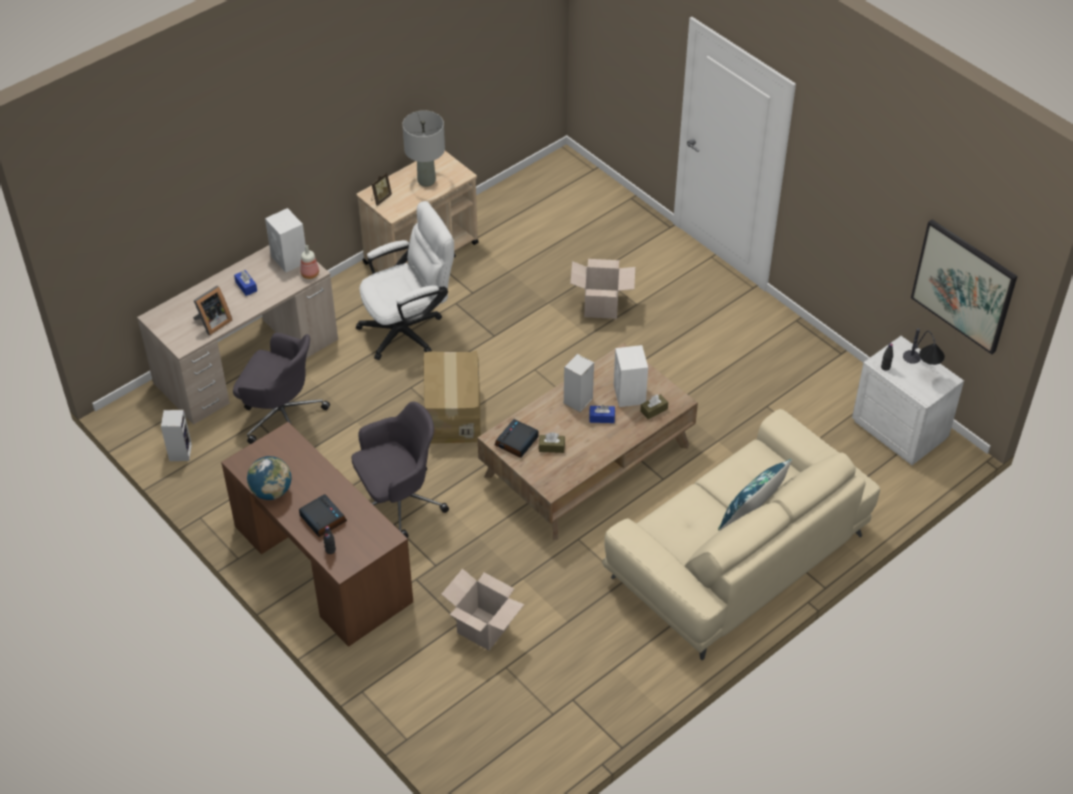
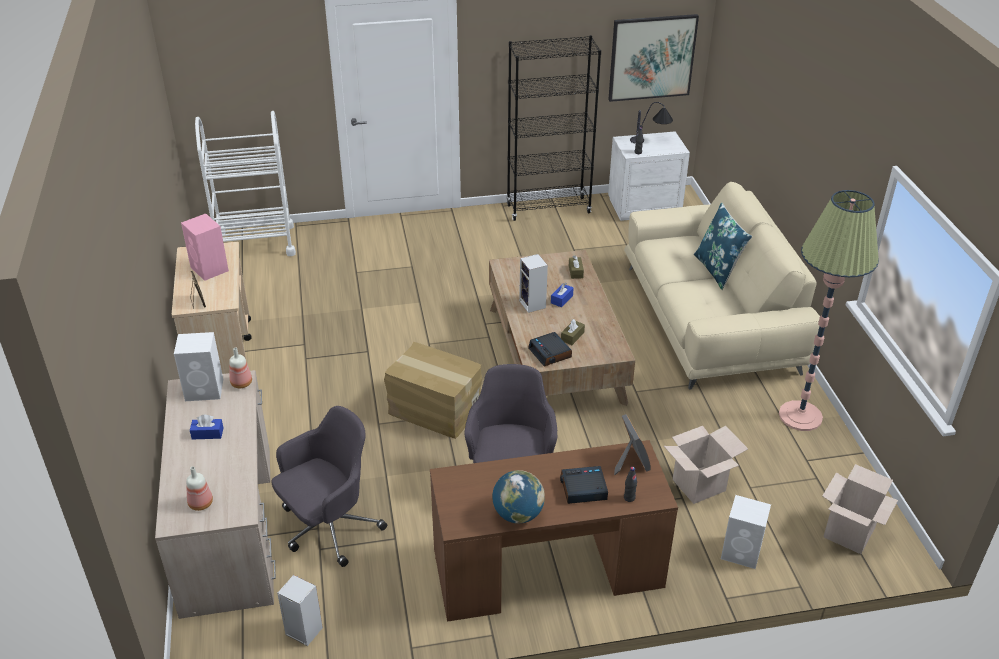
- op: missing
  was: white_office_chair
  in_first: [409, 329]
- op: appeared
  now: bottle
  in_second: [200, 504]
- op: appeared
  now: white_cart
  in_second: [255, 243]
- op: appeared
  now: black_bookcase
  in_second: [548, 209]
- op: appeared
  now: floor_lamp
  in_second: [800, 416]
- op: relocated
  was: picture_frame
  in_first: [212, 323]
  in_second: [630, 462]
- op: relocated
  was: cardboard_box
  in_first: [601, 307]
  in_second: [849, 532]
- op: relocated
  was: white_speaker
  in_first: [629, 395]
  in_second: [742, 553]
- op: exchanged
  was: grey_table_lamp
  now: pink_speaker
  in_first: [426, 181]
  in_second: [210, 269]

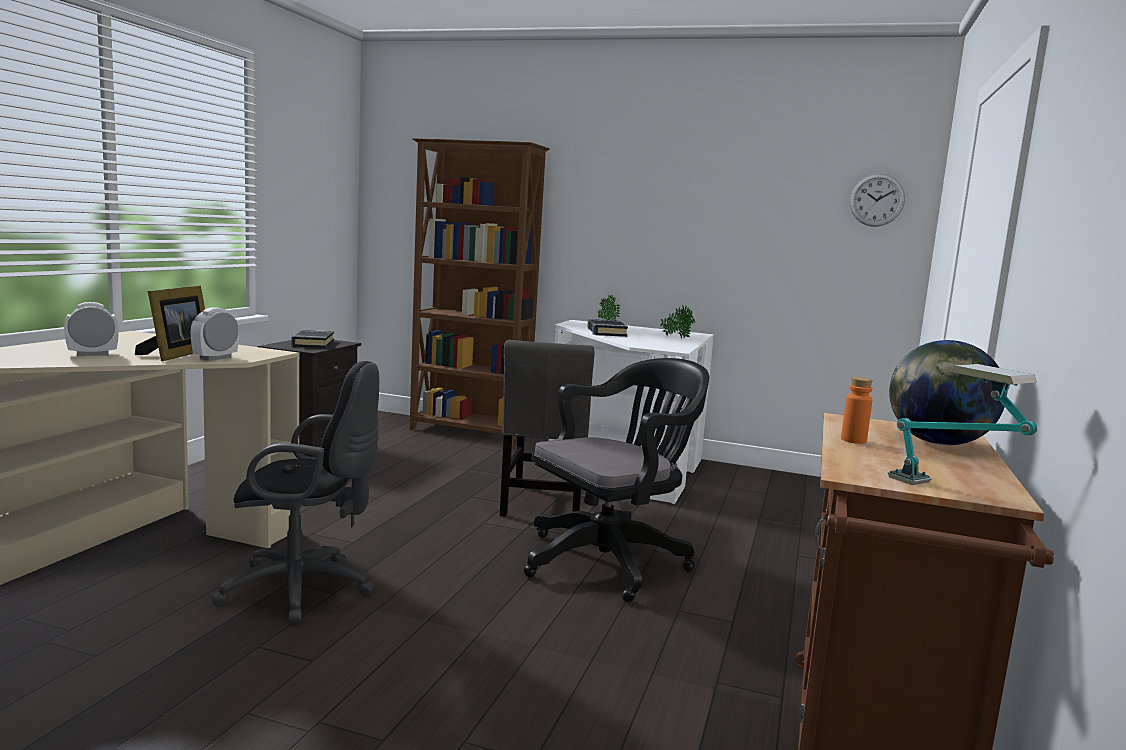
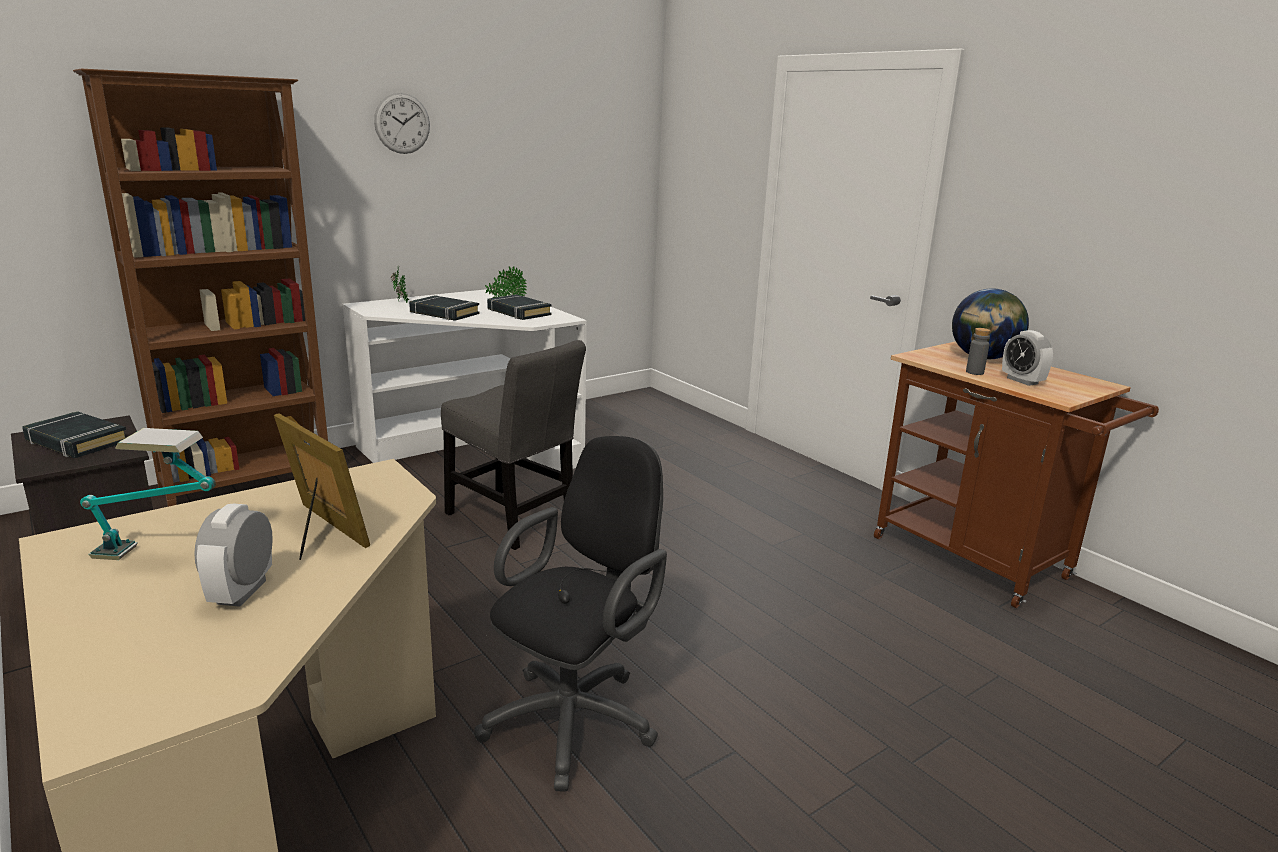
- op: missing
  was: black_office_chair
  in_first: [611, 560]
- op: appeared
  now: black_book
  in_second: [518, 312]
- op: relocated
  was: alarm_clock
  in_first: [215, 358]
  in_second: [1022, 381]
- op: relocated
  was: wall_clock
  in_first: [876, 200]
  in_second: [402, 123]
- op: relocated
  was: table_lamp
  in_first: [951, 494]
  in_second: [160, 555]
- op: colour
  was: orange_bottle
  now: grey_bottle
  in_first: [853, 440]
  in_second: [974, 372]

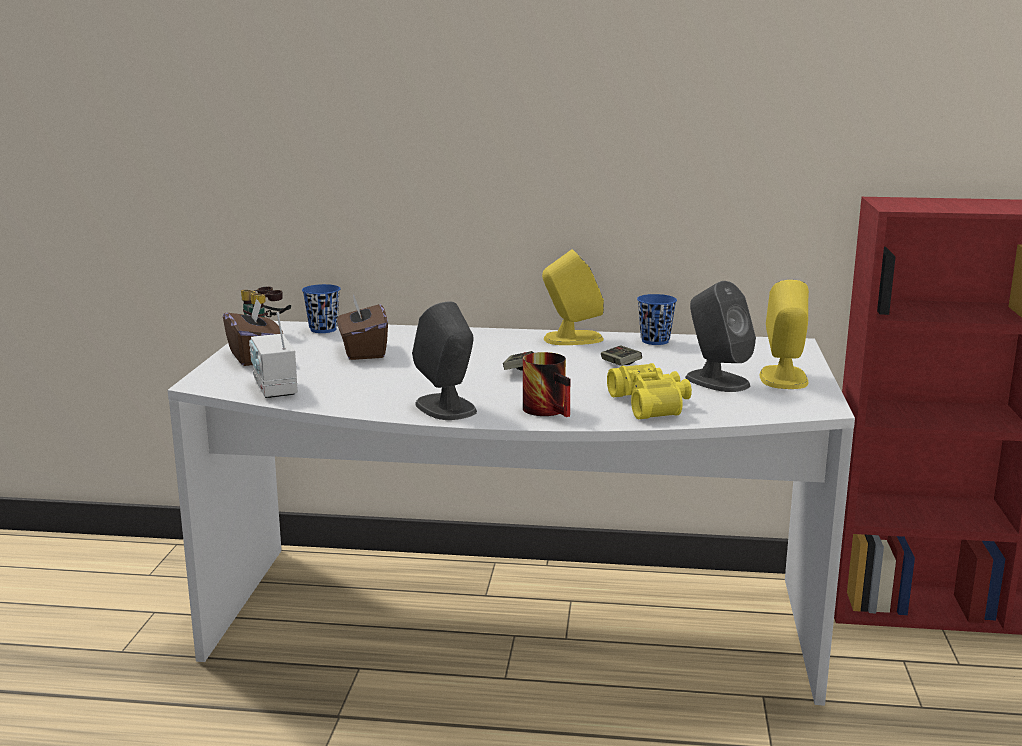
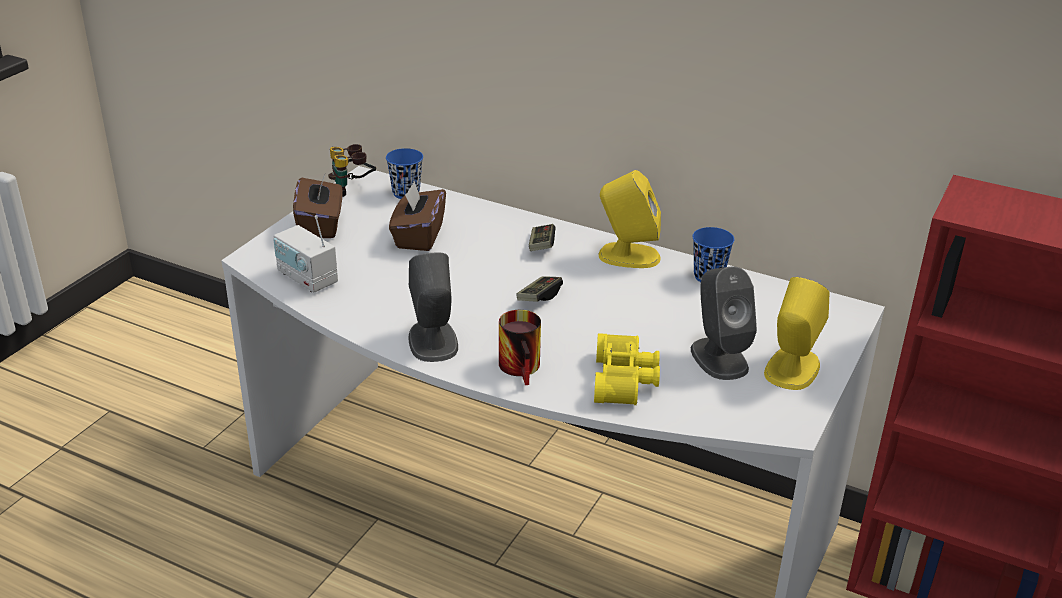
- op: relocated
  was: game_controller
  in_first: [620, 365]
  in_second: [541, 245]
- op: spun
  was: radio
  in_first: [274, 388]
  in_second: [307, 278]
  clockwise: -45

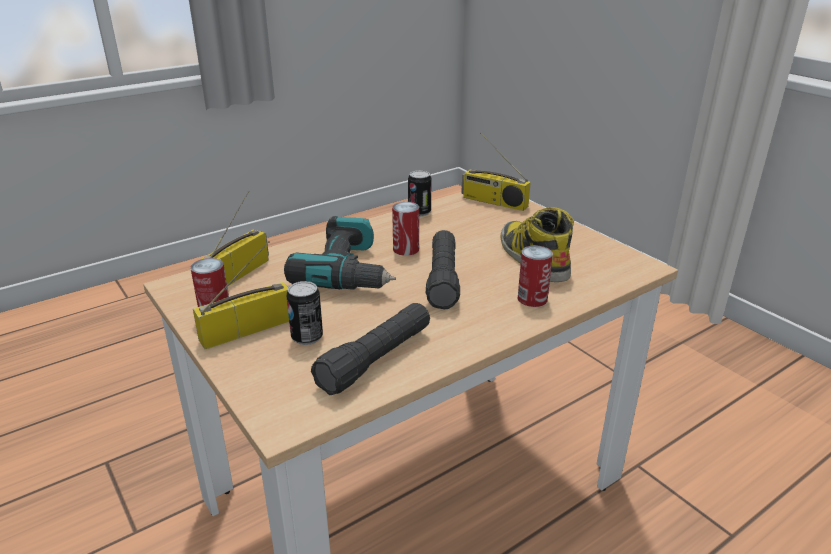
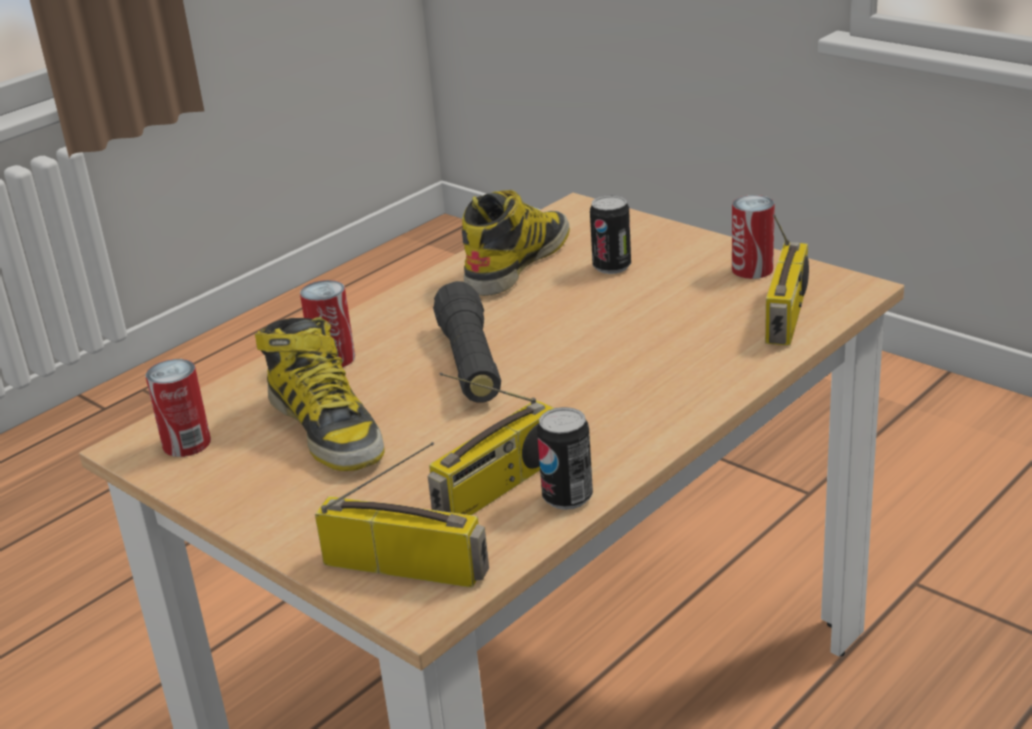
- op: missing
  was: power_drill
  in_first: [349, 271]
- op: relocated
  was: radio
  in_first: [249, 328]
  in_second: [498, 488]
- op: relocated
  was: can
  in_first: [406, 249]
  in_second: [186, 443]
- op: exchanged
  was: black_flashlight
  now: boot
  in_first: [376, 359]
  in_second: [517, 262]

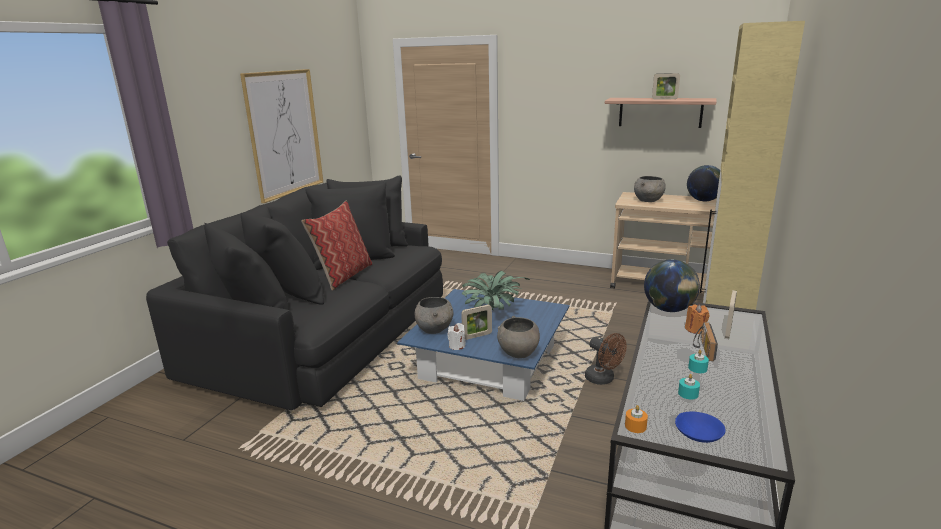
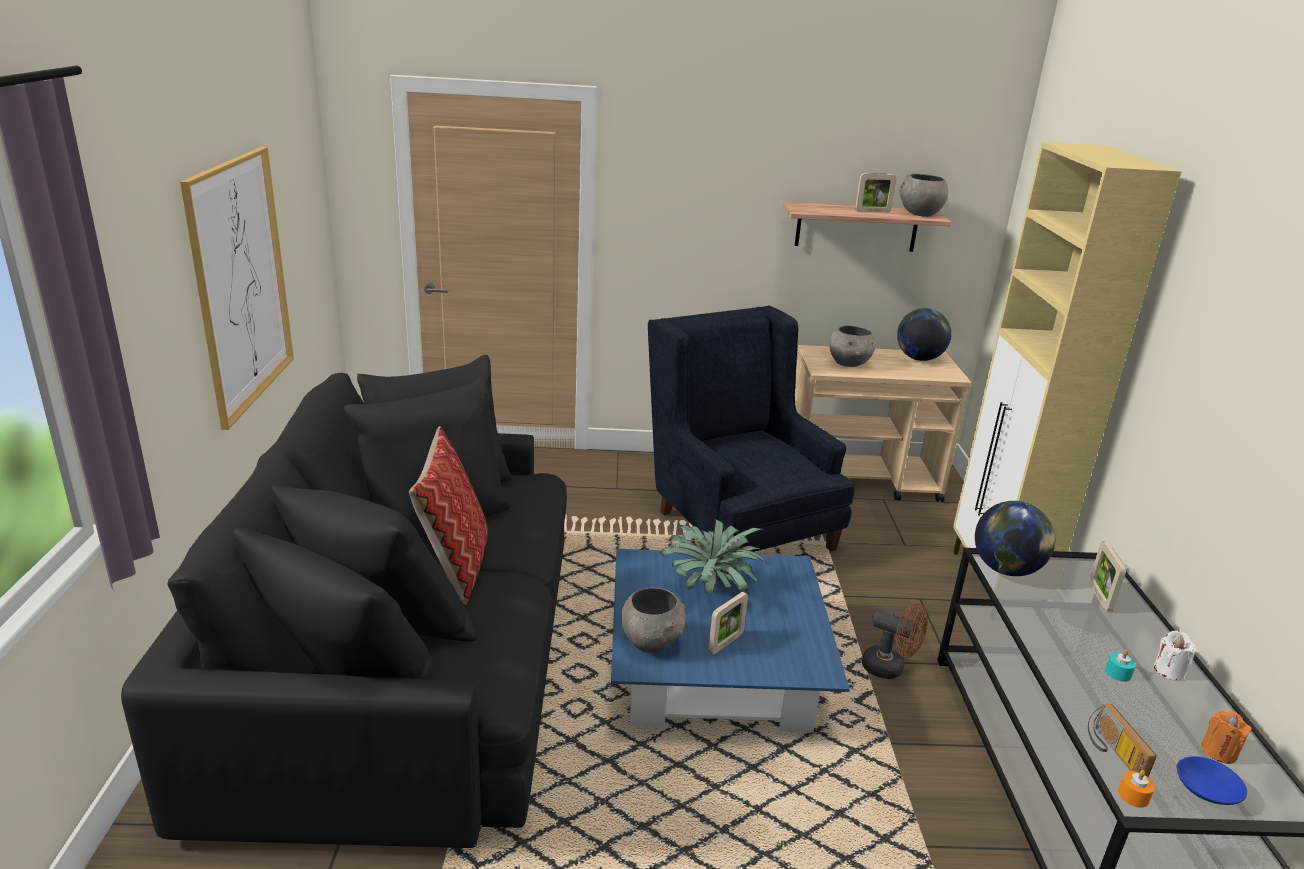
- op: missing
  was: turquoise_candle
  in_first: [688, 393]
- op: appeared
  now: blue_armchair
  in_second: [737, 523]
- op: relocated
  was: white_candle
  in_first: [457, 346]
  in_second: [1169, 670]
- op: relocated
  was: grey_bowl
  in_first: [518, 353]
  in_second: [919, 214]
- op: relocated
  was: orange_candle
  in_first: [695, 329]
  in_second: [1218, 751]
- op: relocated
  was: radio
  in_first: [702, 348]
  in_second: [1112, 752]

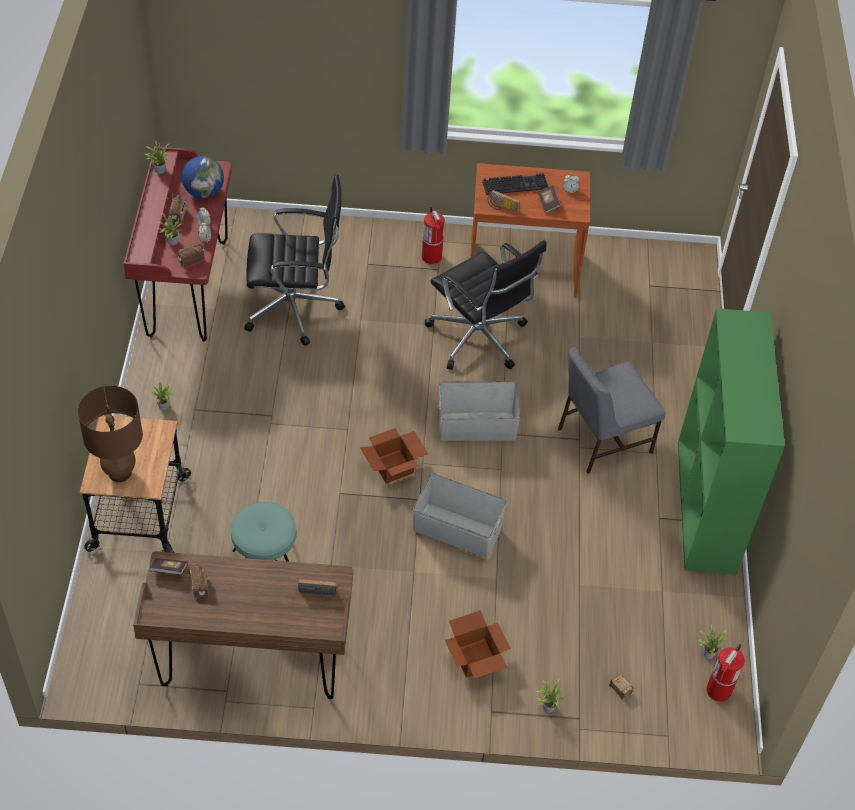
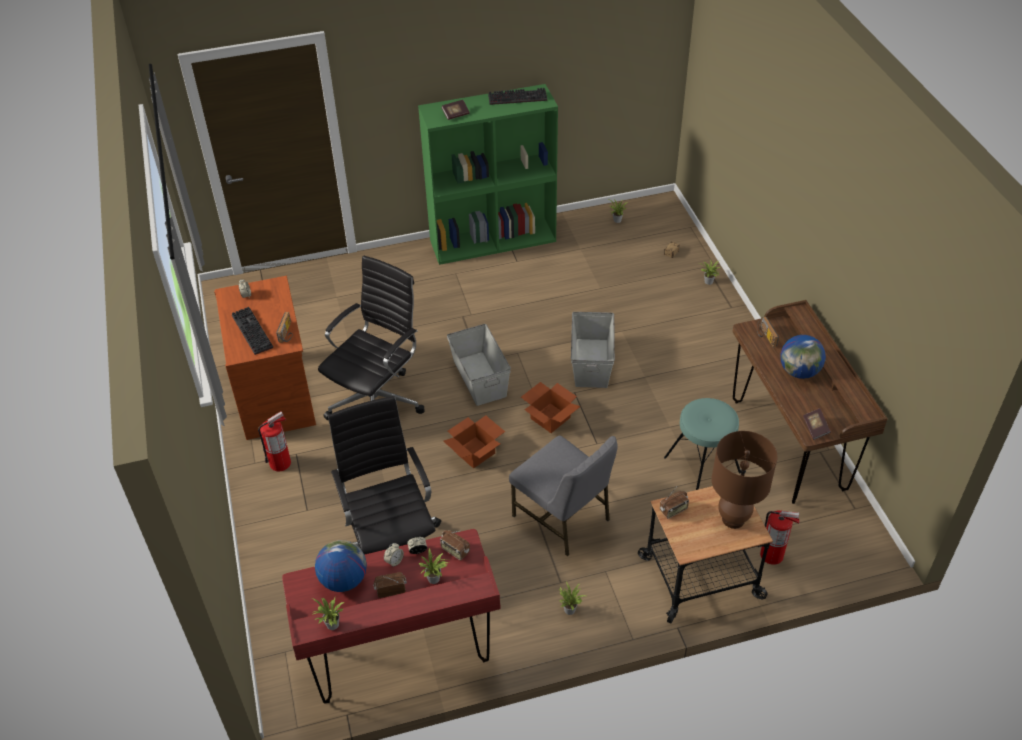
- op: appeared
  now: keyboard
  in_second: [518, 97]
- op: appeared
  now: globe
  in_second: [799, 371]
- op: relocated
  was: radio
  in_first: [199, 586]
  in_second: [673, 510]
- op: relocated
  was: cardboard_box
  in_first: [475, 659]
  in_second: [476, 452]
- op: relocated
  was: book
  in_first: [548, 203]
  in_second: [455, 114]
- op: relocated
  was: grey_chair
  in_first: [602, 439]
  in_second: [562, 518]
- op: relocated
  was: fire_extinguisher
  in_first: [718, 691]
  in_second: [772, 555]

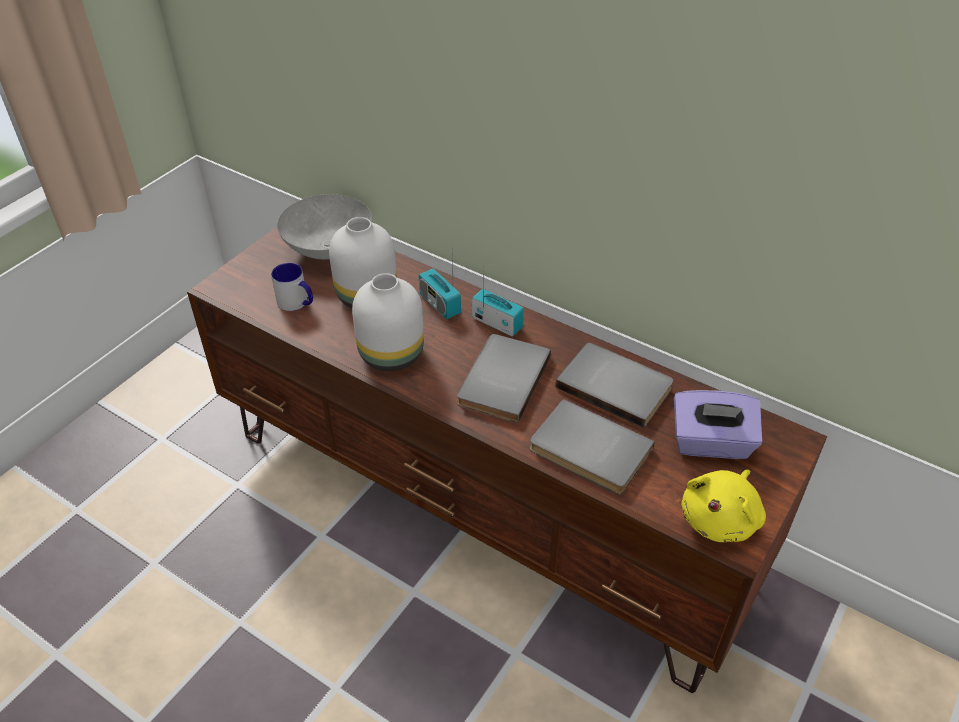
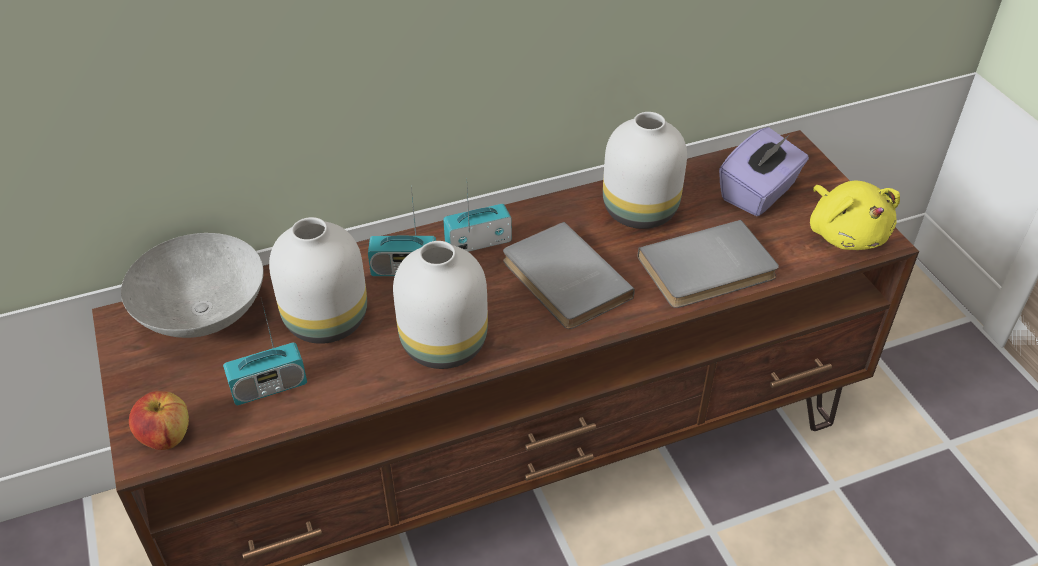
- op: appeared
  now: apple
  in_second: [166, 437]
- op: exchanged
  was: mug
  now: radio
  in_first: [297, 303]
  in_second: [269, 387]
- op: exchanged
  was: grey_book
  now: white_vase
  in_first: [616, 385]
  in_second: [640, 209]

